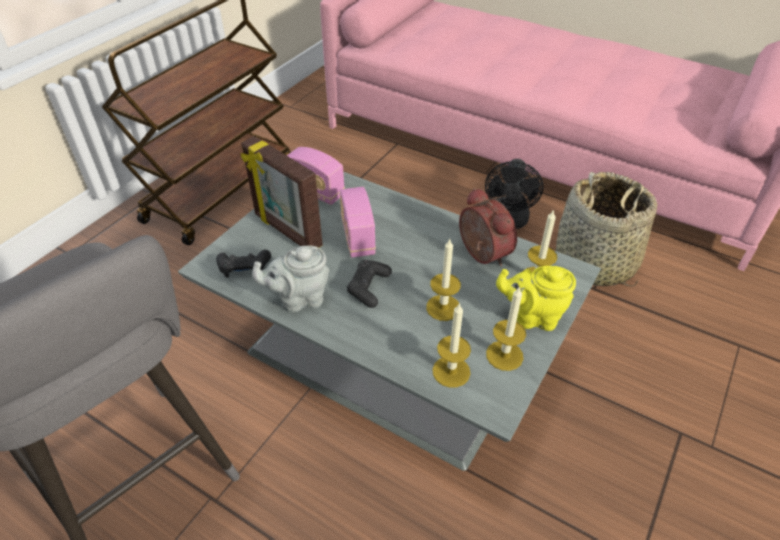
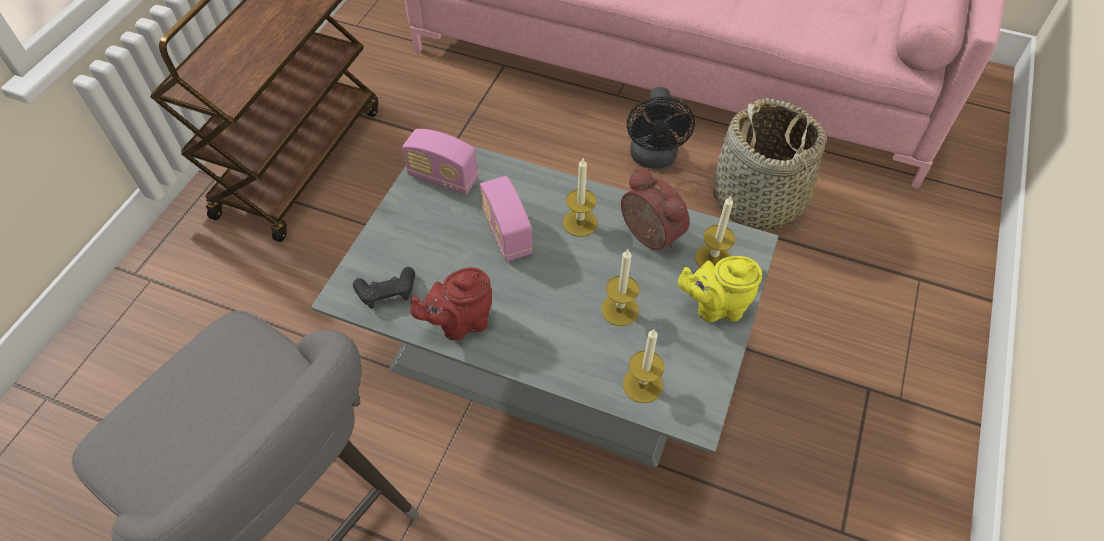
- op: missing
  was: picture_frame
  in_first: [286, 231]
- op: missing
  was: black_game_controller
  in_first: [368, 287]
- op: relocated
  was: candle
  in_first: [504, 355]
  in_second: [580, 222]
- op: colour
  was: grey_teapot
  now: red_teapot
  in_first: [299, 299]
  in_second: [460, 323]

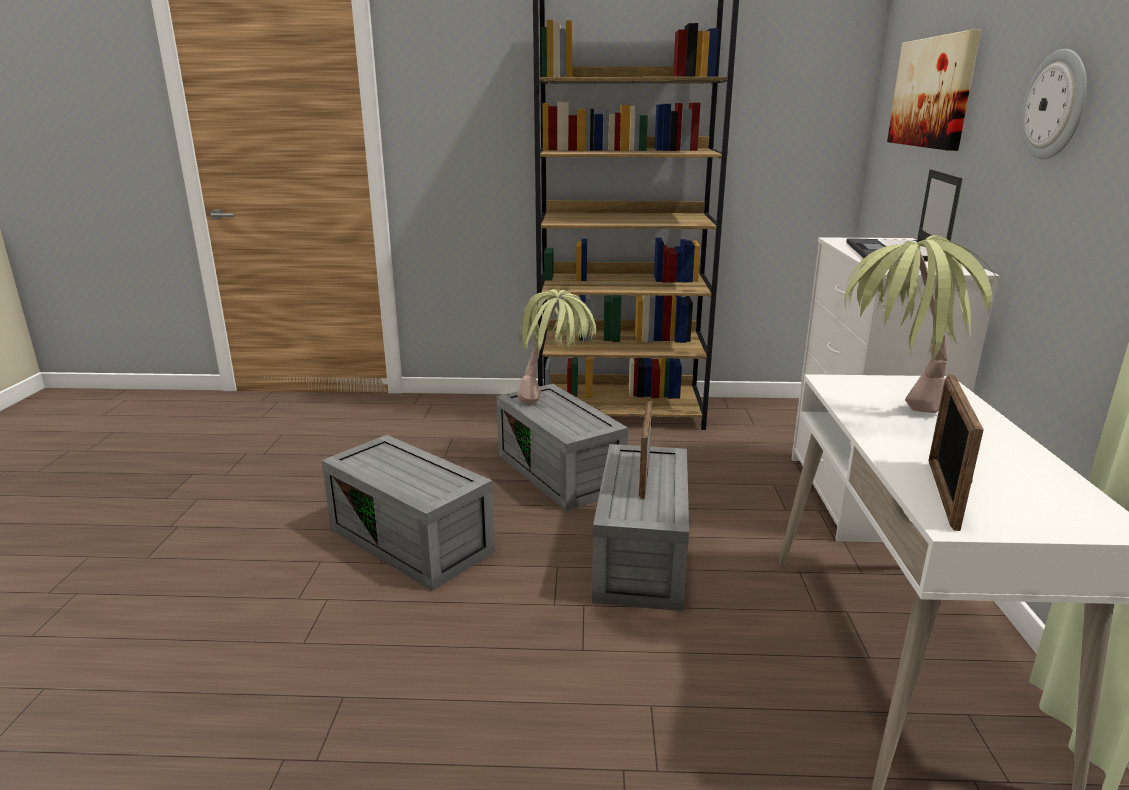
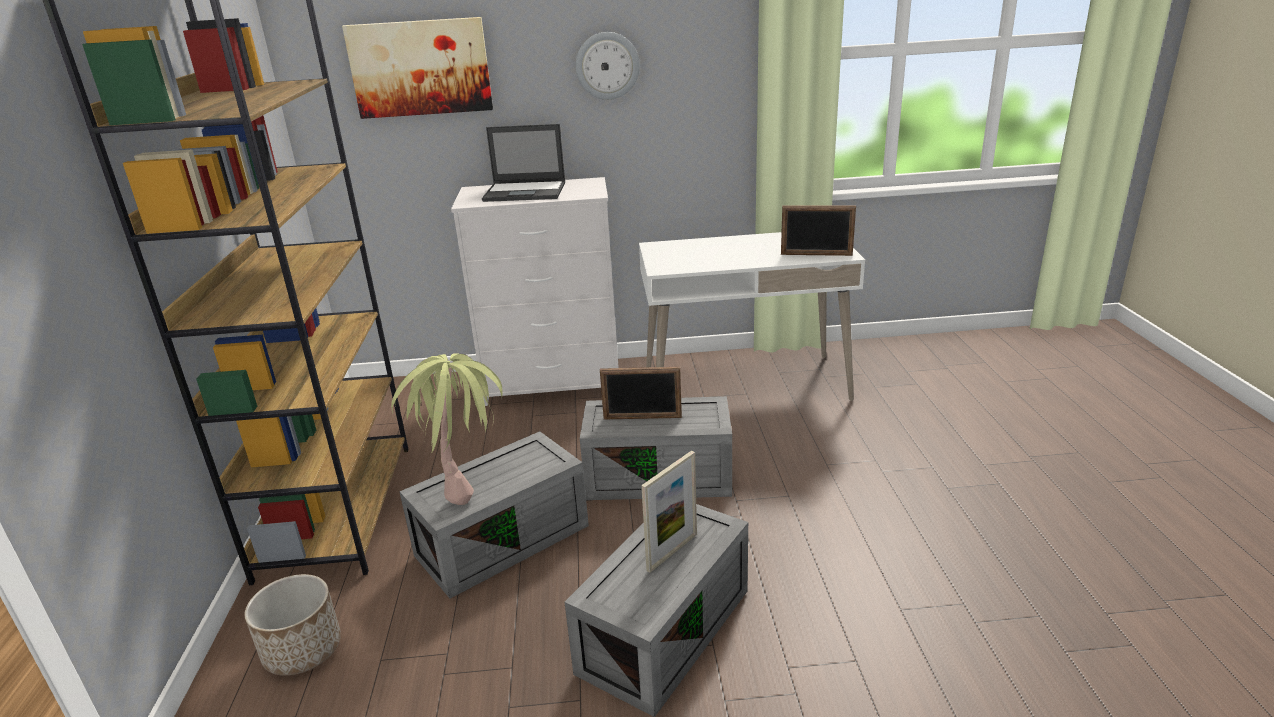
- op: missing
  was: potted_plant
  in_first: [894, 418]
- op: appeared
  now: planter
  in_second: [302, 649]
- op: appeared
  now: picture_frame
  in_second: [672, 552]

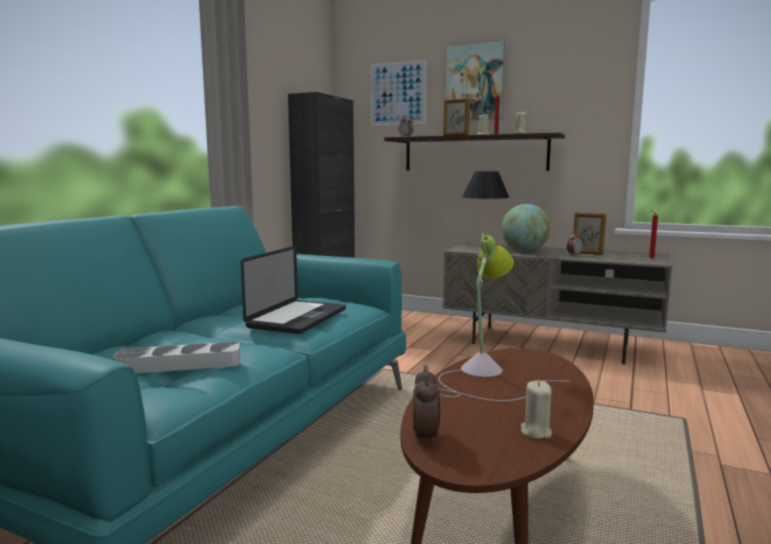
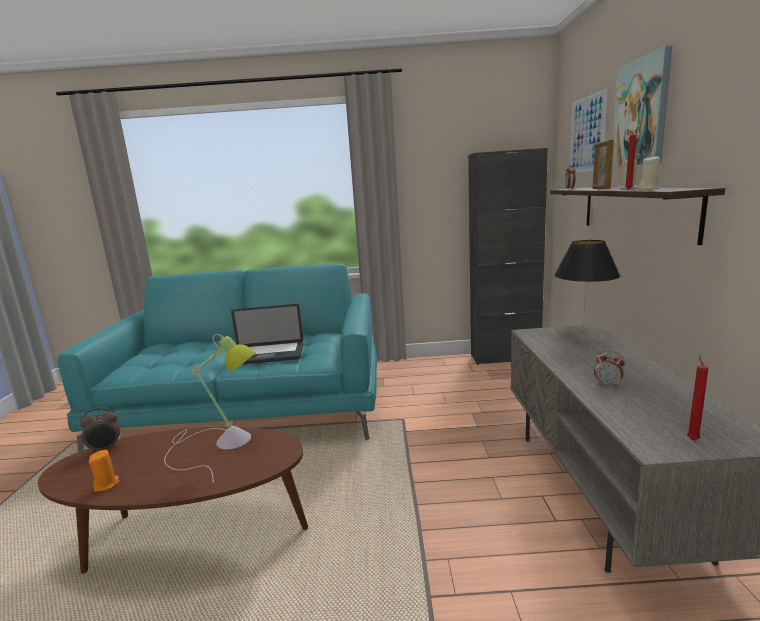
- op: missing
  was: grey_tray
  in_first: [179, 364]
- op: missing
  was: globe
  in_first: [524, 251]
- op: missing
  was: picture_frame
  in_first: [587, 253]
- op: colour
  was: beige_candle
  now: orange_candle
  in_first: [535, 432]
  in_second: [107, 484]

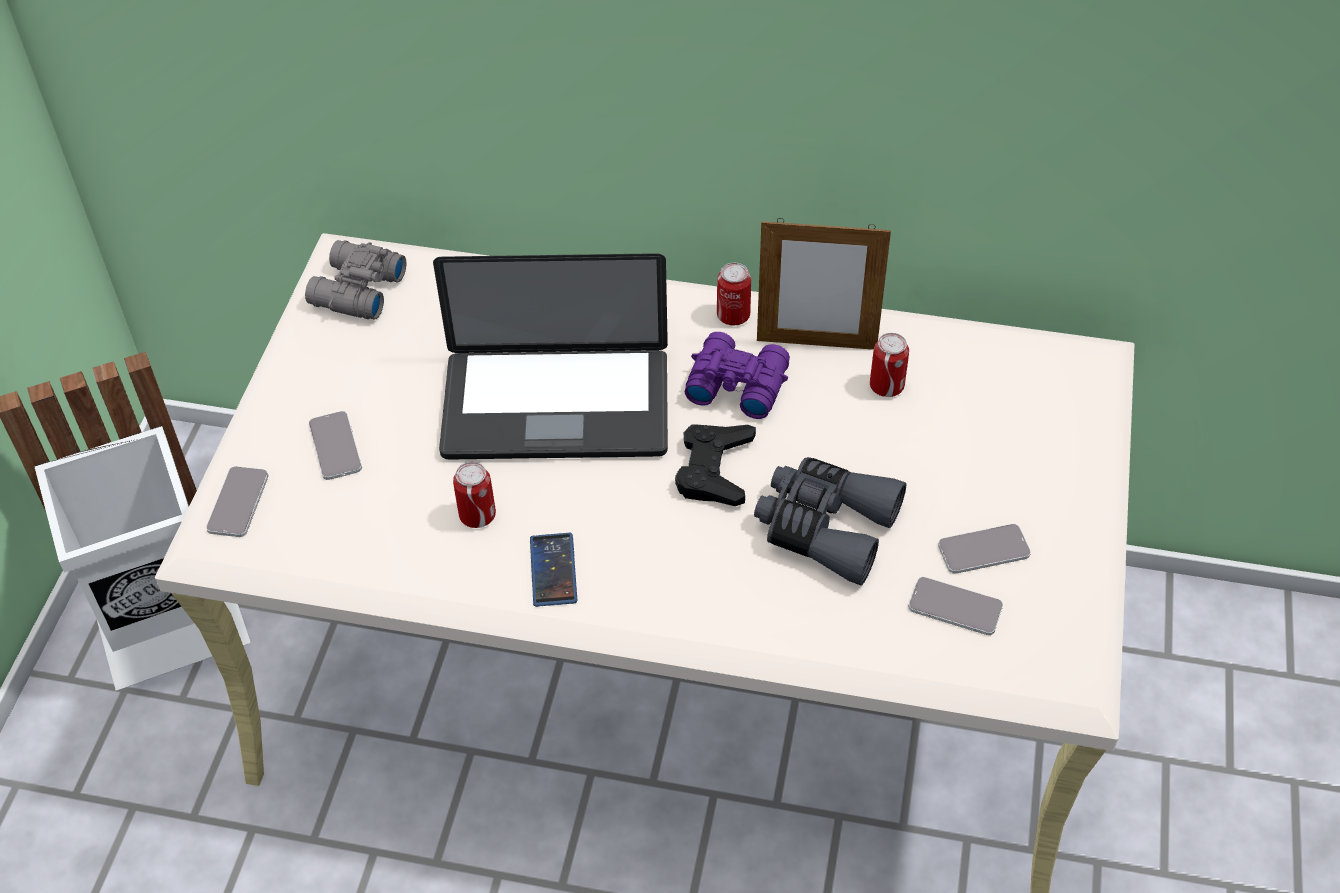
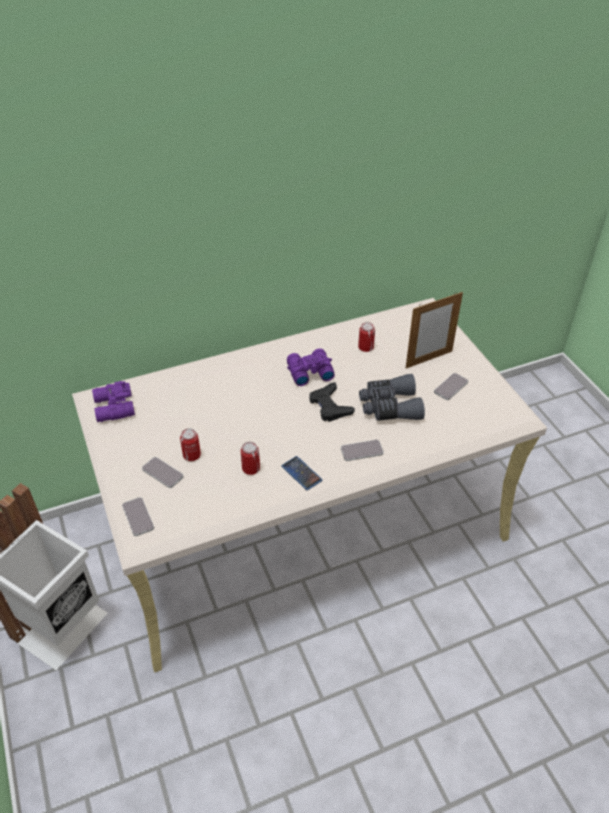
- op: missing
  was: laptop
  in_first: [556, 407]
- op: relocated
  was: can
  in_first: [733, 316]
  in_second: [192, 455]
- op: relocated
  was: picture_frame
  in_first: [816, 344]
  in_second: [429, 359]
- op: relocated
  was: phone
  in_first: [955, 607]
  in_second: [361, 451]
- op: colour
  was: grey_binoculars
  now: purple_binoculars
  in_first: [355, 291]
  in_second: [113, 408]

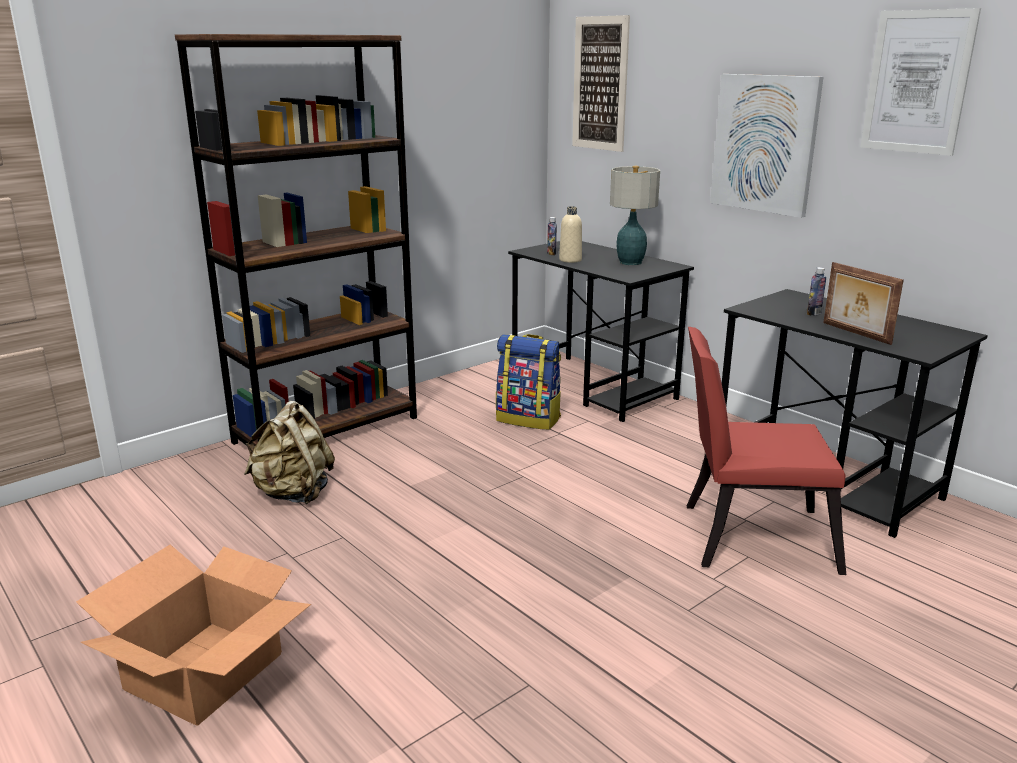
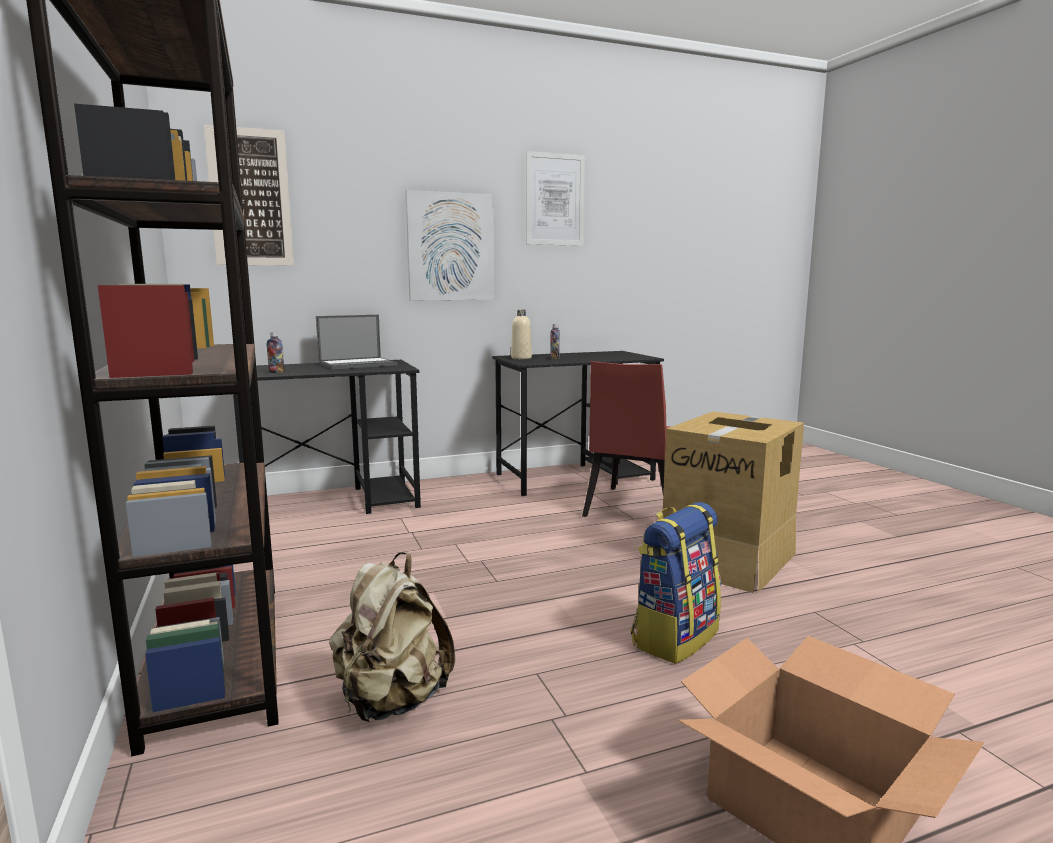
- op: missing
  was: picture_frame
  in_first: [855, 333]
- op: appeared
  now: cardboard_box
  in_second: [729, 559]
- op: relocated
  was: backpack
  in_first: [529, 419]
  in_second: [674, 637]
- op: relocated
  was: beige_bottle
  in_first: [570, 260]
  in_second: [521, 358]
- op: exchanged
  was: table_lamp
  now: laptop
  in_first: [631, 262]
  in_second: [358, 364]

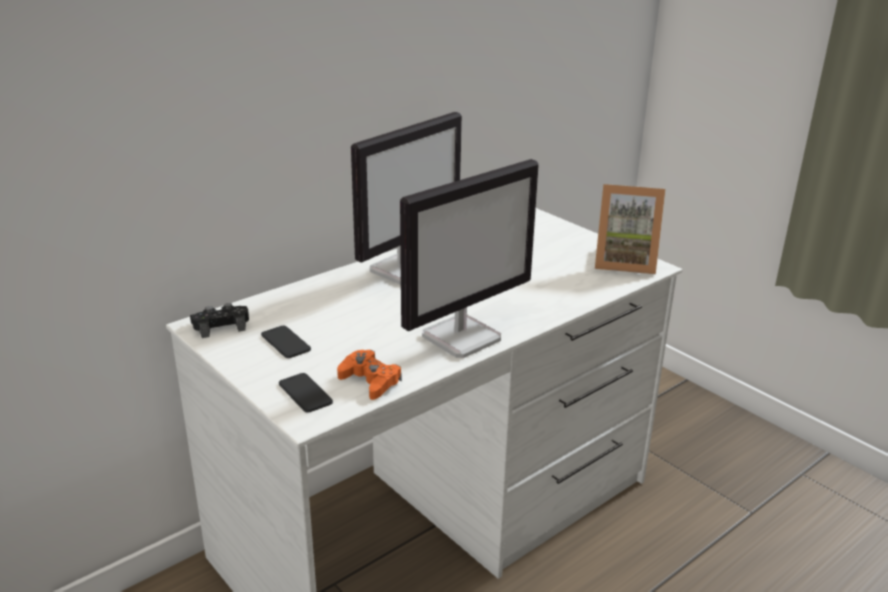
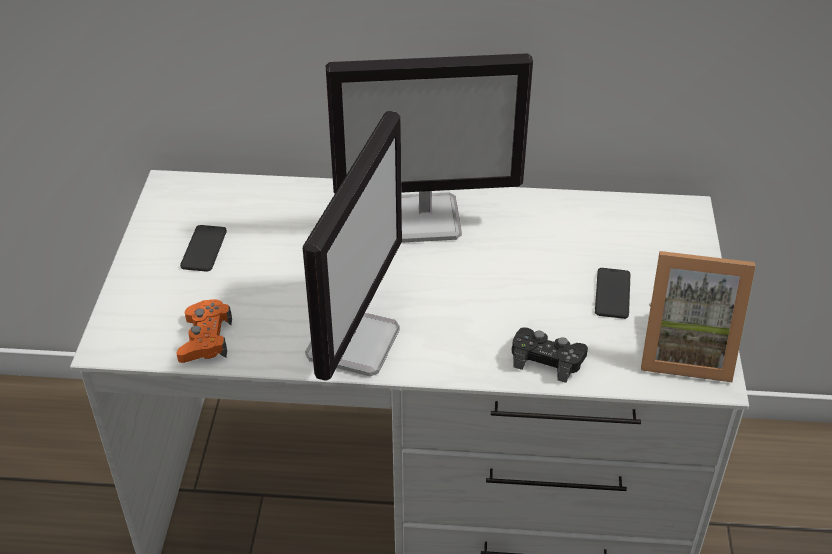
- op: relocated
  was: black_game_controller
  in_first: [221, 326]
  in_second: [547, 359]
- op: relocated
  was: phone
  in_first: [305, 393]
  in_second: [612, 293]
- op: spun
  was: monitor
  in_first: [462, 337]
  in_second: [353, 341]
  clockwise: -75
- op: spun
  was: picture_frame
  in_first: [624, 262]
  in_second: [685, 351]
  clockwise: -45

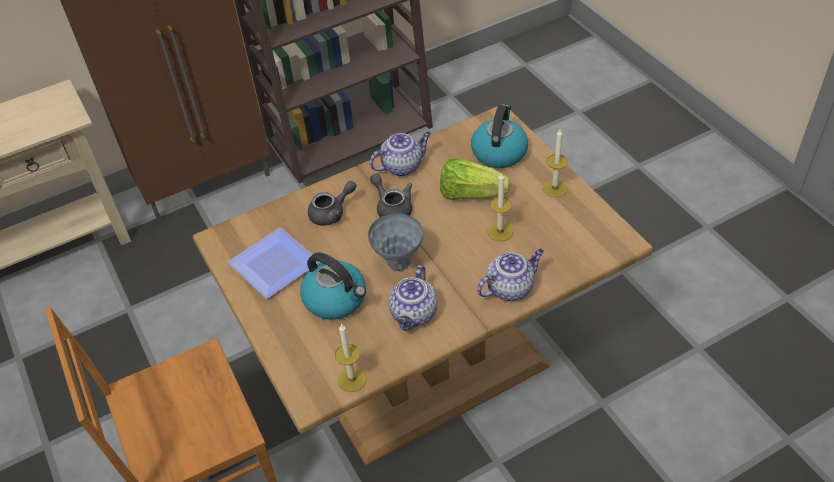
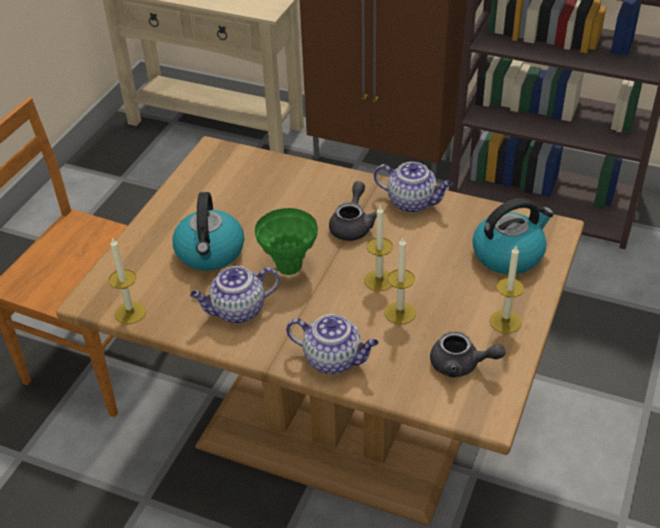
- op: missing
  was: plate
  in_first: [271, 265]
- op: missing
  was: lettuce
  in_first: [470, 194]
- op: appeared
  now: candle
  in_second: [379, 280]
- op: relocated
  was: grey_teapot
  in_first: [332, 213]
  in_second: [461, 365]
- op: colour
  was: grey_vase
  now: green_vase
  in_first: [398, 263]
  in_second: [289, 267]

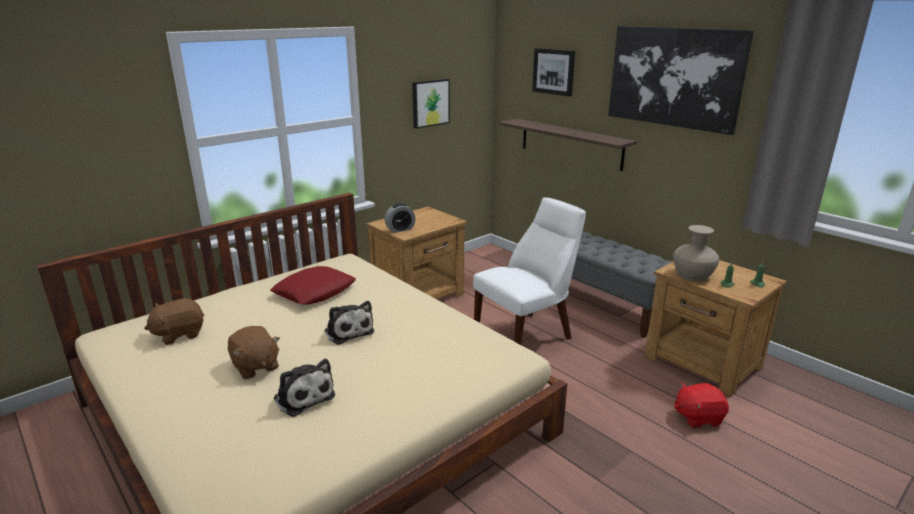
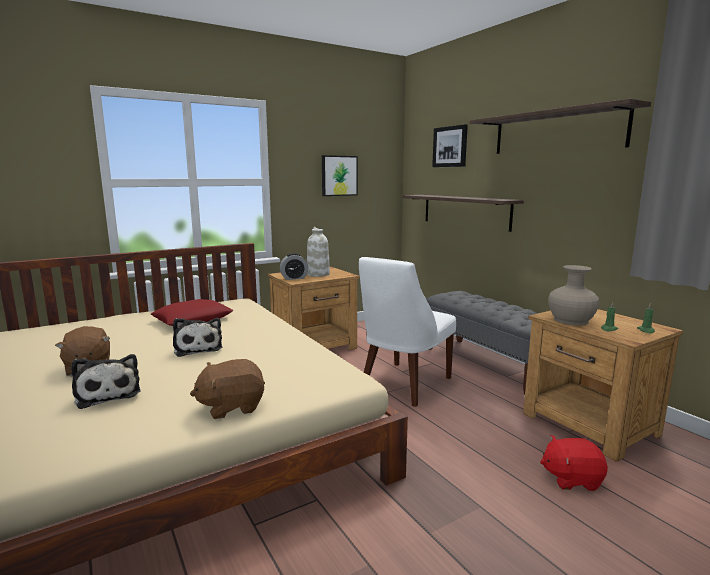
- op: appeared
  now: white_vase
  in_second: [317, 274]
- op: relocated
  was: brown_plush_toy
  in_first: [179, 334]
  in_second: [231, 406]
- op: exchanged
  was: picture
  now: shelf
  in_first: [674, 77]
  in_second: [556, 132]
- op: spun
  was: white_chair
  in_first: [526, 335]
  in_second: [403, 385]
  clockwise: 150

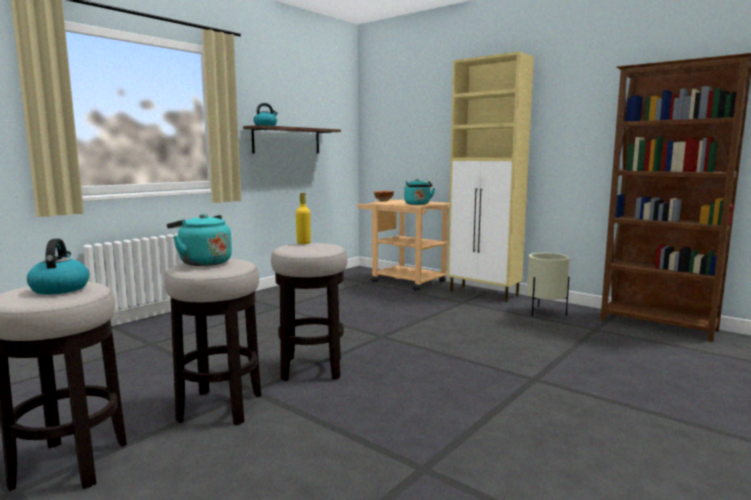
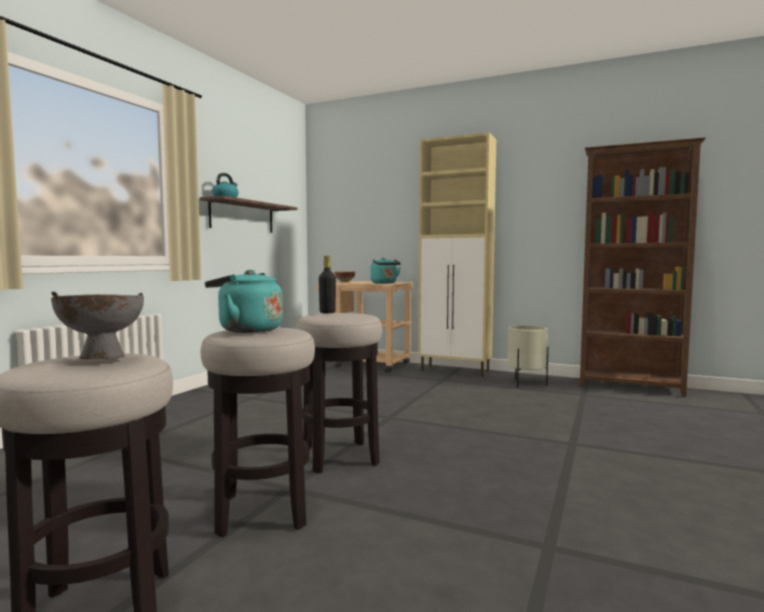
- op: exchanged
  was: kettle
  now: grey_bowl
  in_first: [60, 288]
  in_second: [101, 359]
- op: colour
  was: yellow_bottle
  now: black_bottle
  in_first: [303, 243]
  in_second: [327, 312]

